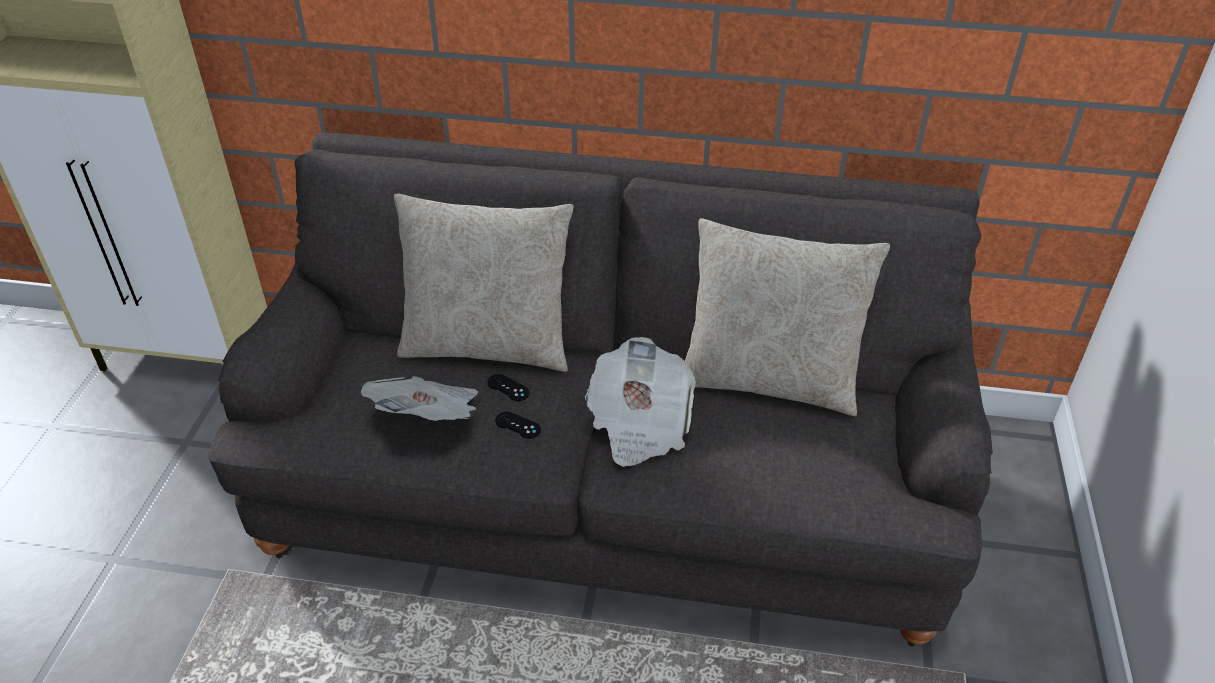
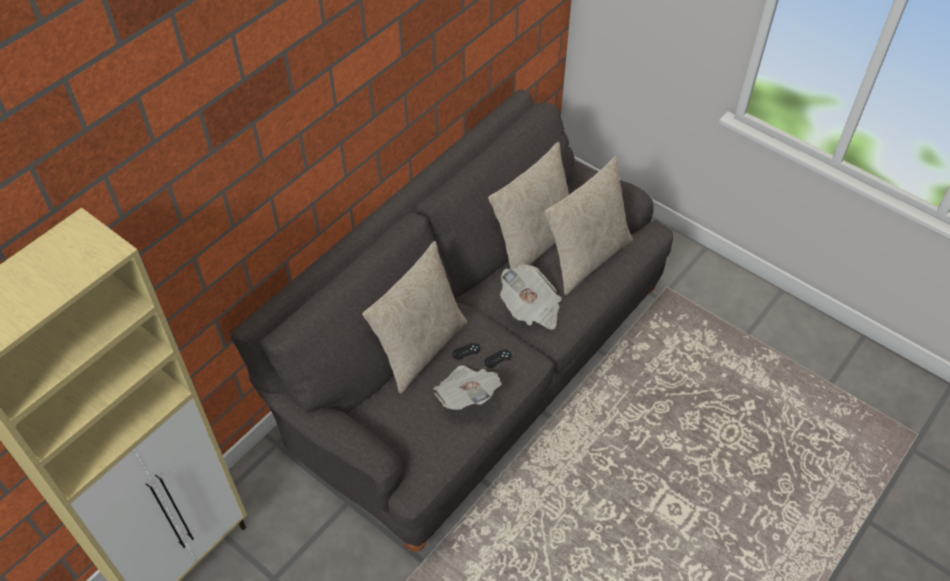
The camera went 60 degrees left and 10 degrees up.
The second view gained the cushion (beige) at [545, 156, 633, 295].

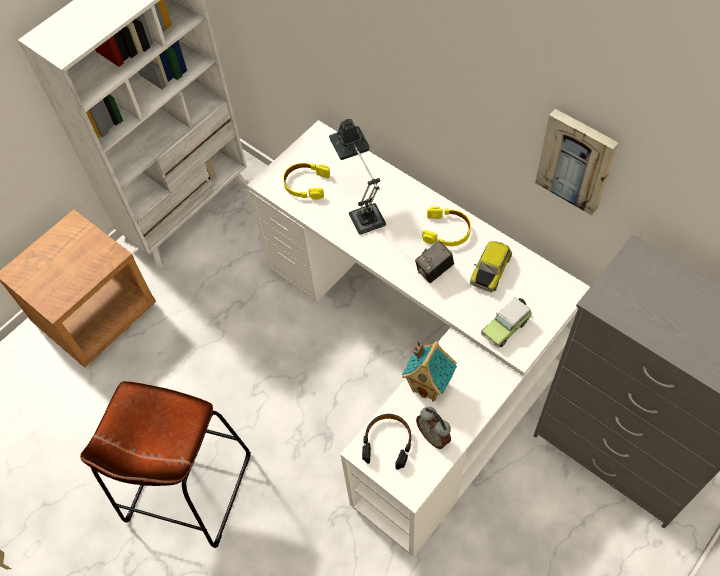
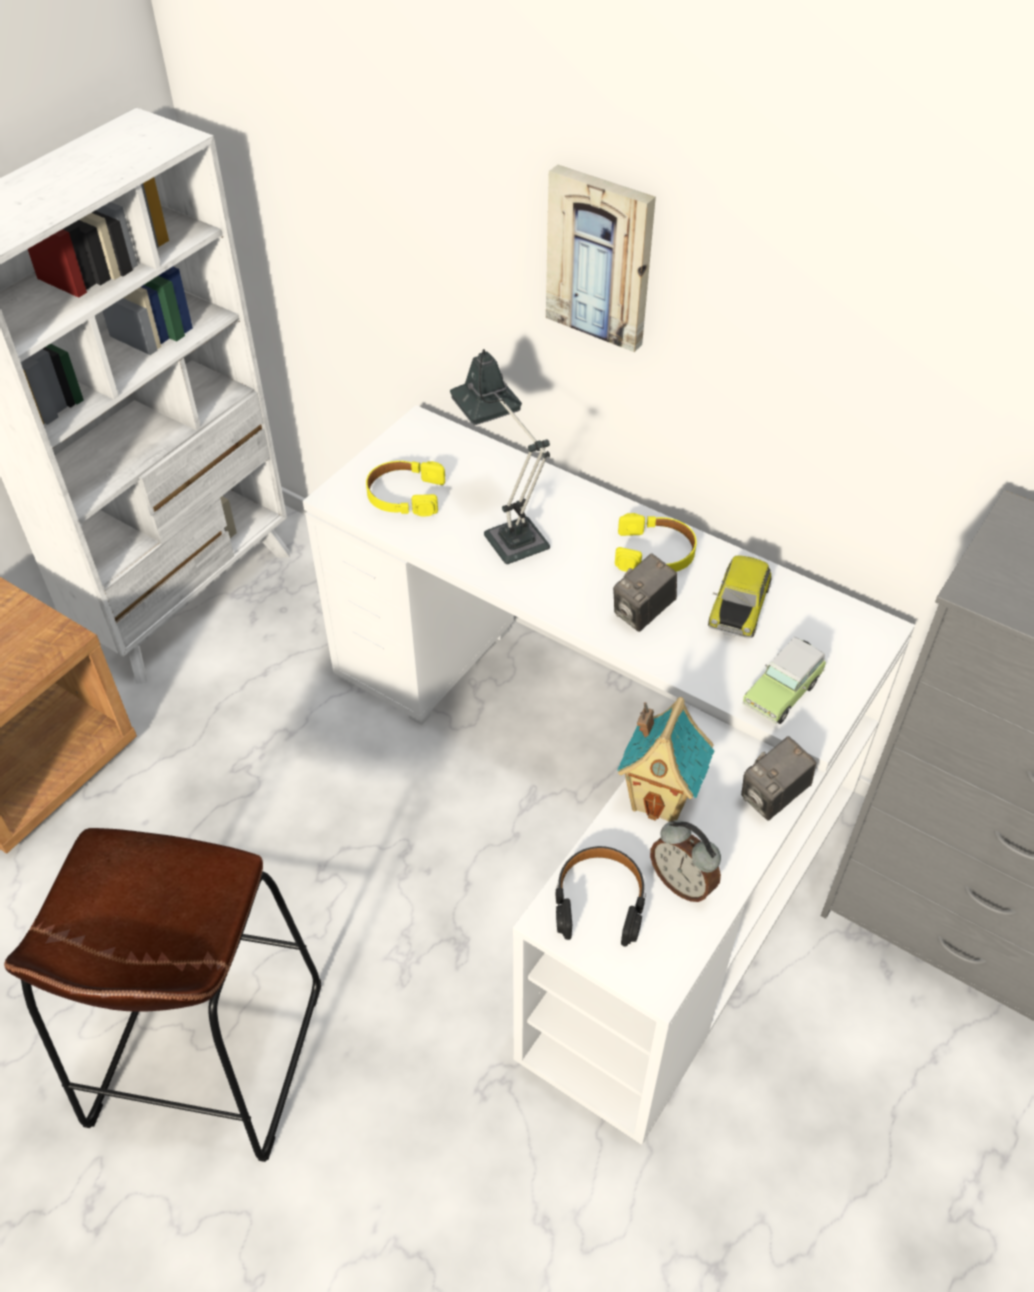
The camera went 10 degrees left and 10 degrees down.
The second view gained the photo camera at [741, 736, 816, 821].
The wall picture ended up elsewhere, having gone from [535, 109, 619, 216] to [546, 165, 656, 352].

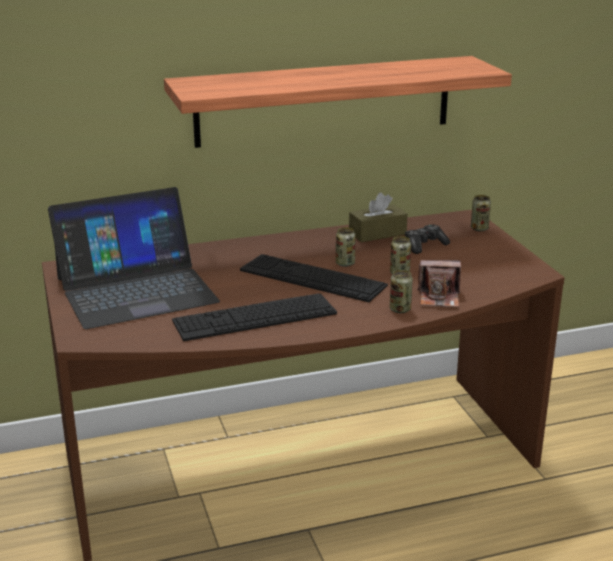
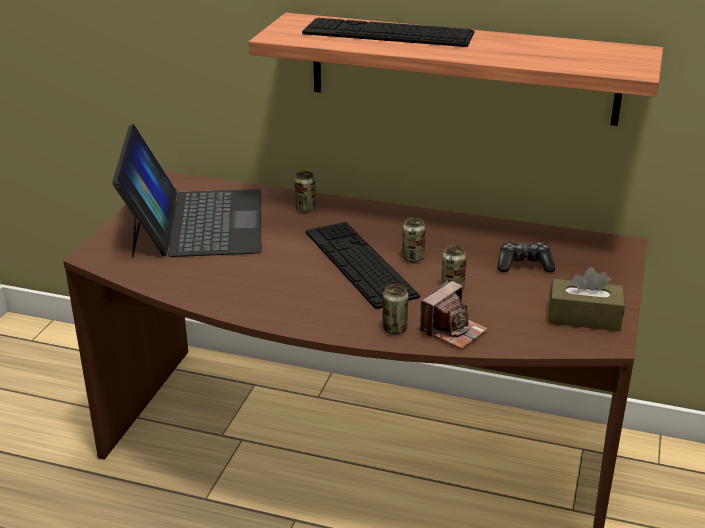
The camera went 35 degrees right and 5 degrees up.
The PC keyboard ended up elsewhere, having gone from [172, 293, 337, 341] to [302, 18, 475, 47].
The box of tissues (brown) ended up elsewhere, having gone from [349, 193, 408, 242] to [548, 267, 625, 331].
The sealed can ended up elsewhere, having gone from [471, 195, 491, 231] to [295, 171, 316, 213].
The portable computer at [48, 187, 220, 329] ended up facing another way, 105 degrees counterclockwise from before.
The photo camera at [417, 260, 461, 307] ended up facing another way, 90 degrees counterclockwise from before.

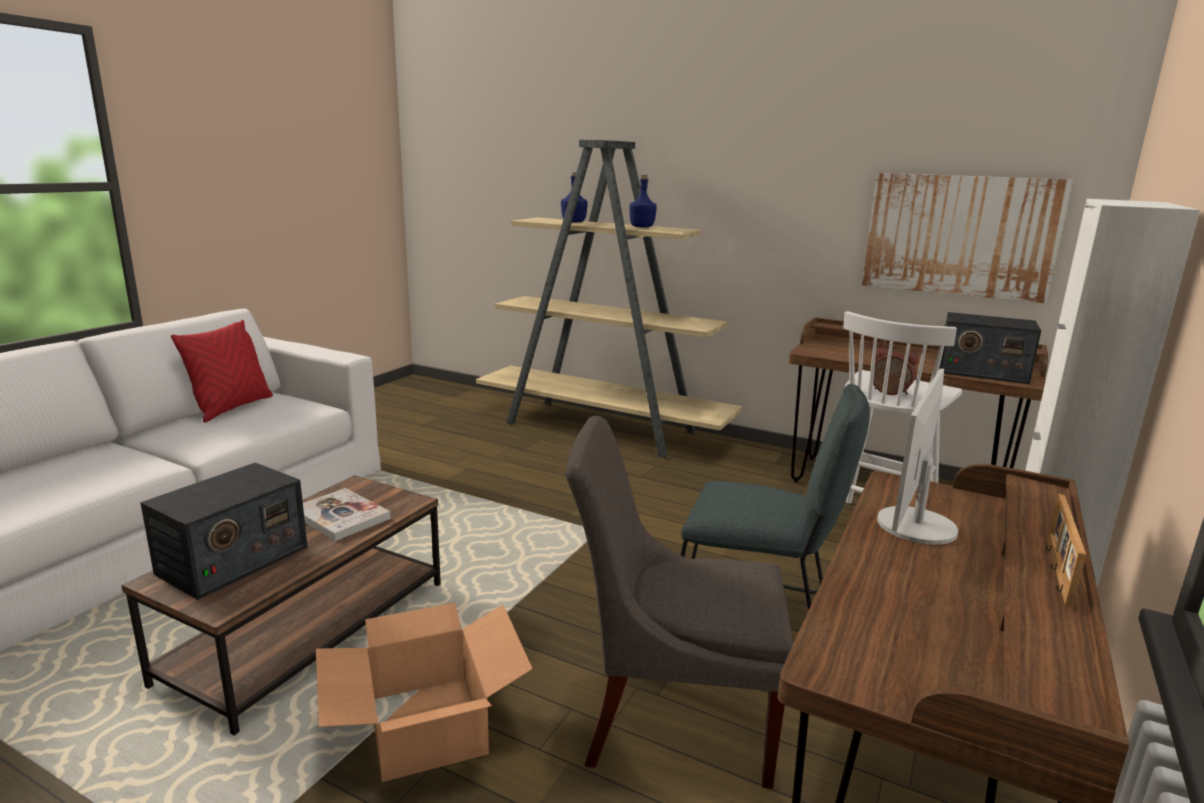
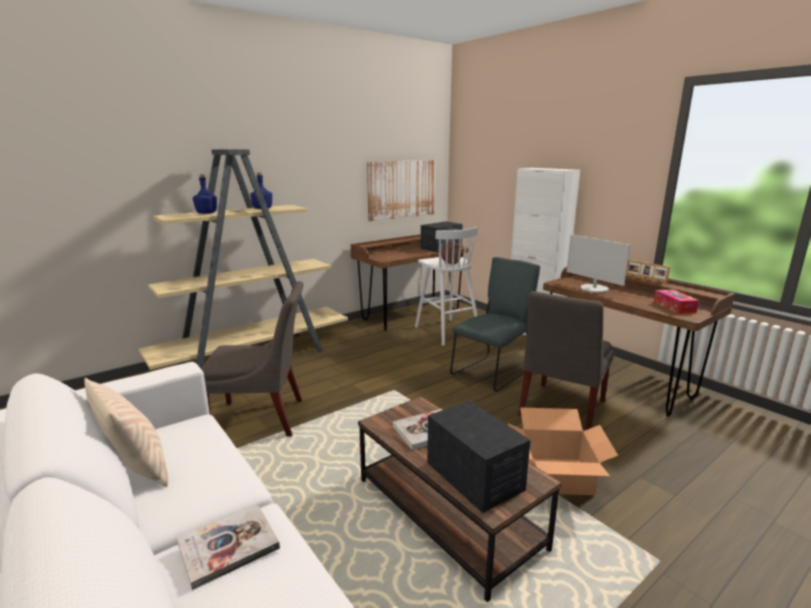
The camera went 65 degrees left and 0 degrees up.
The second view gained the book at [177, 504, 280, 590].
The second view gained the upright chair (gray) at [201, 281, 304, 437].
The second view gained the box of tissues at [654, 289, 699, 314].
What was the cushion (red-coloured) at [171, 320, 273, 423] turned into the cushion (beige) at [84, 377, 168, 487].

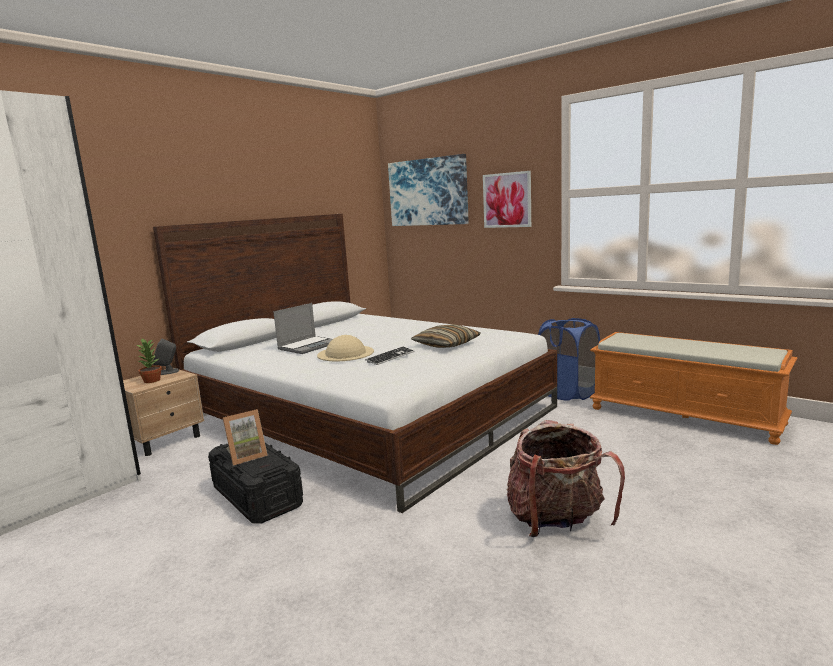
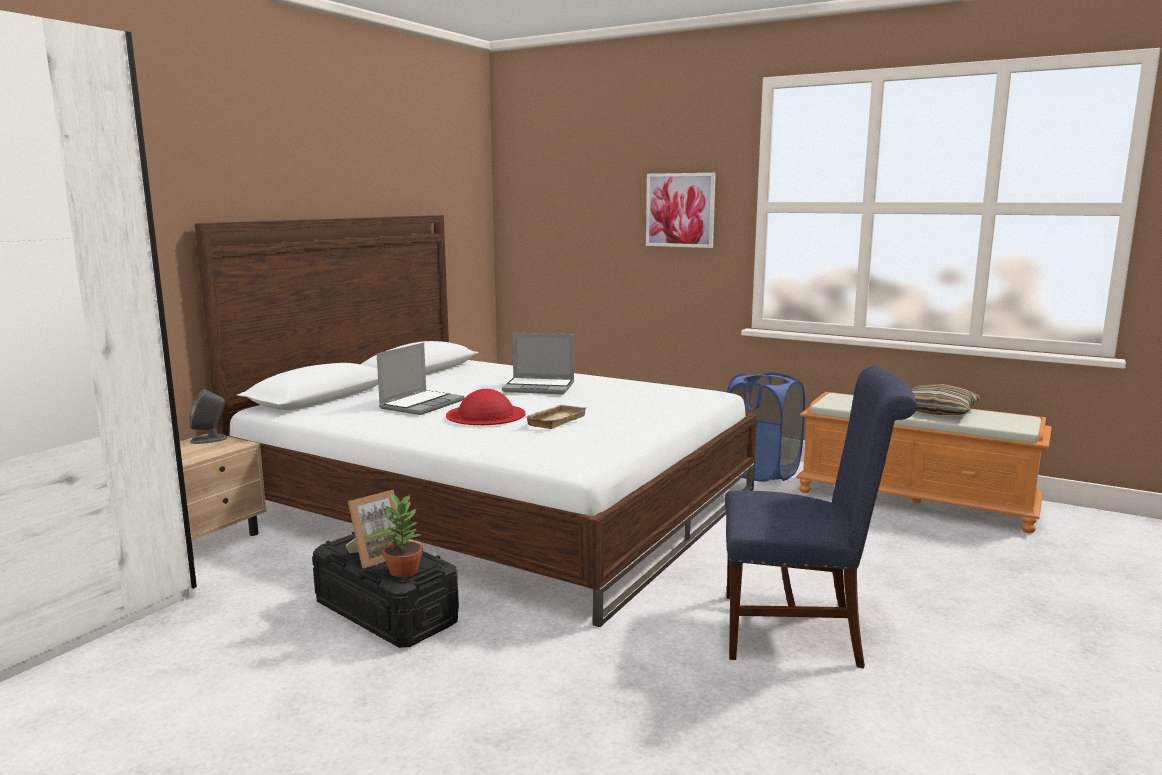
The camera went 10 degrees left and 0 degrees up.
The second view lost the wall picture at [388, 154, 469, 226].
The second view gained the portable computer at [502, 333, 574, 394].
The plant in a pot ended up elsewhere, having gone from [135, 339, 162, 383] to [382, 493, 423, 577].
The cushion ended up elsewhere, having gone from [411, 324, 481, 348] to [912, 384, 980, 415].
Where the PC keyboard stood at [365, 346, 415, 365], the carrying tray (beige) came to stand at [525, 405, 587, 429].
Where the knapsack stood at [507, 420, 625, 537], the upright chair (blue) came to stand at [725, 366, 917, 669].
What was the hat (beige) at [317, 335, 374, 361] turned into the hat (red-coloured) at [446, 389, 526, 425].

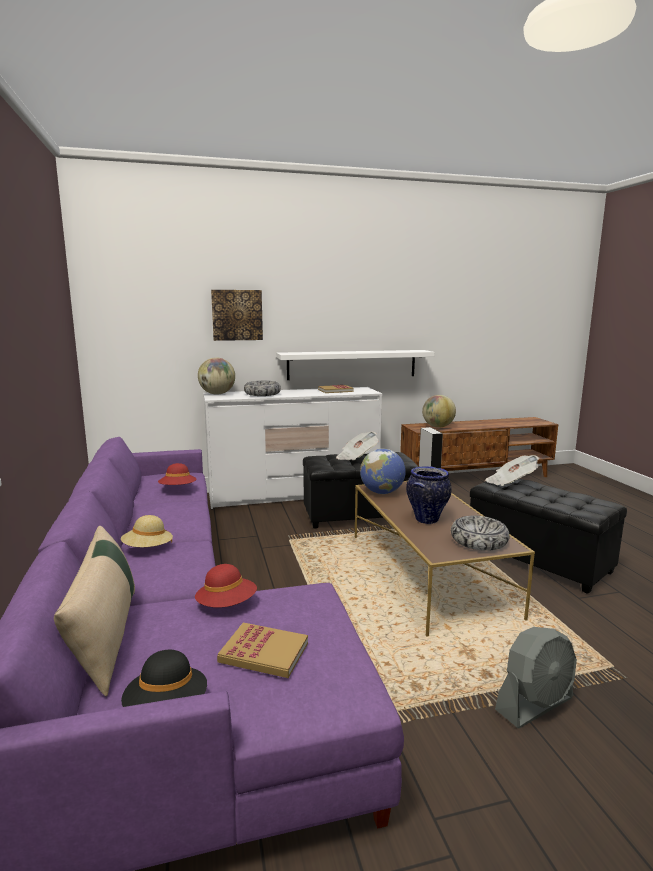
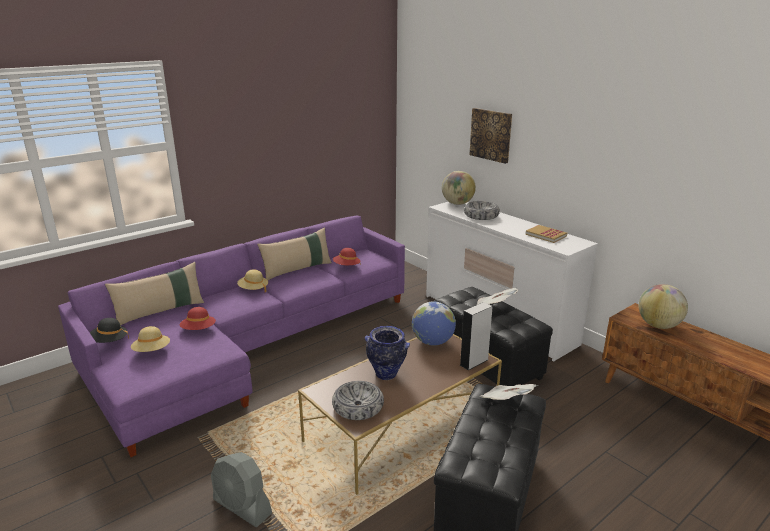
The camera went 65 degrees right and 10 degrees up.
The second view lost the bracket shelf (white-coloured) at [276, 350, 434, 380].
The second view gained the cushion (beige) at [257, 228, 332, 280].
Where the book stood at [217, 623, 308, 678], the hat (beige) came to stand at [131, 326, 170, 352].

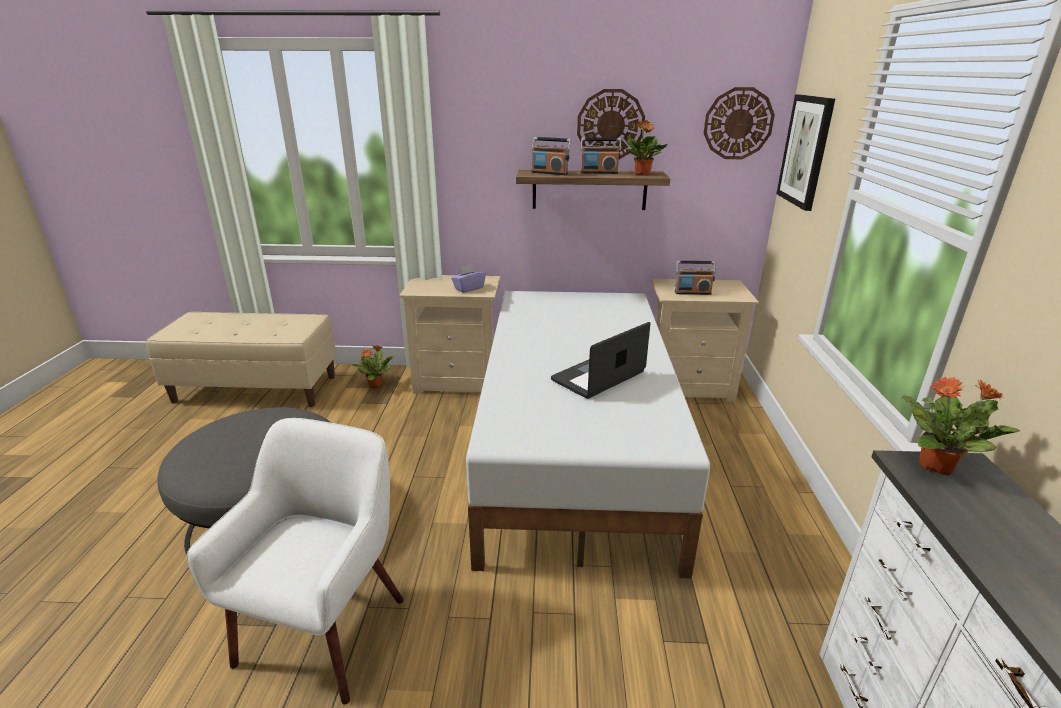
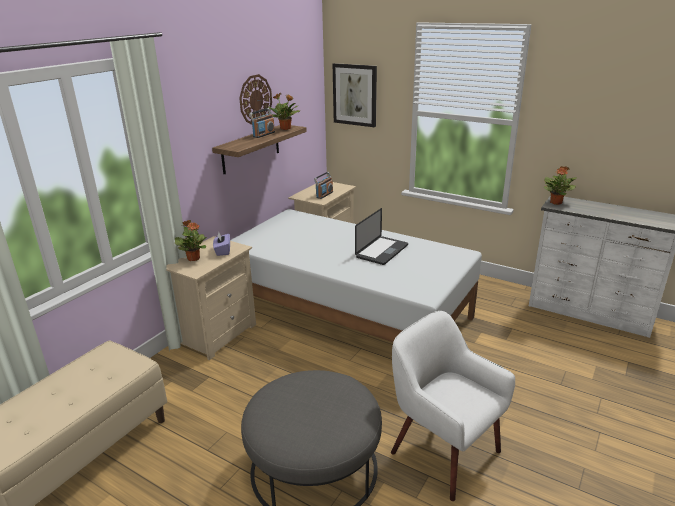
The camera went 60 degrees left and 0 degrees up.
The second view lost the radio receiver at [531, 137, 571, 175].
The second view lost the hanging clock at [703, 87, 775, 159].
The plant in a pot ended up elsewhere, having gone from [352, 345, 394, 388] to [175, 220, 207, 261].
The portable computer at [551, 322, 650, 399] ended up facing another way, 135 degrees counterclockwise from before.

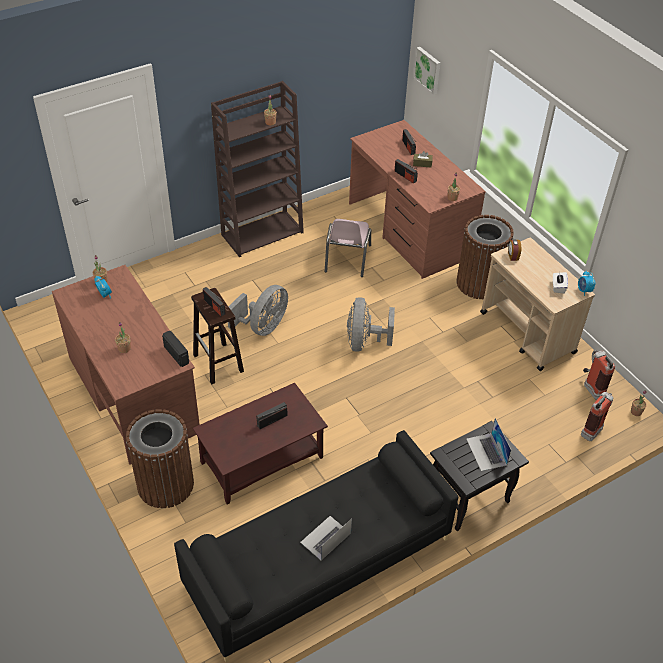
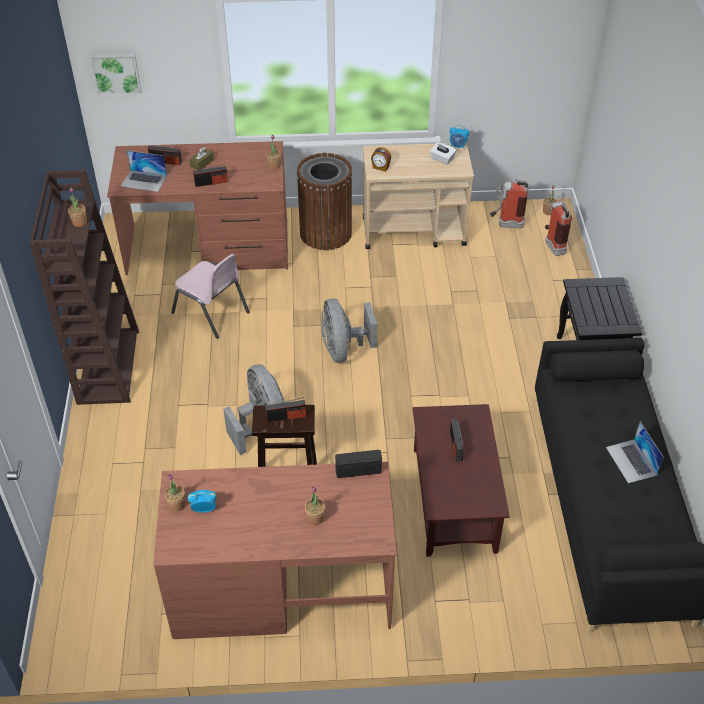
The camera went 60 degrees left and 0 degrees up.
The second view lost the waste bin (brown) at [126, 409, 194, 508].
The portable computer ended up elsewhere, having gone from [467, 418, 511, 471] to [121, 150, 167, 192].
The fan (gray) at [347, 297, 395, 352] ended up facing another way, 45 degrees clockwise from before.

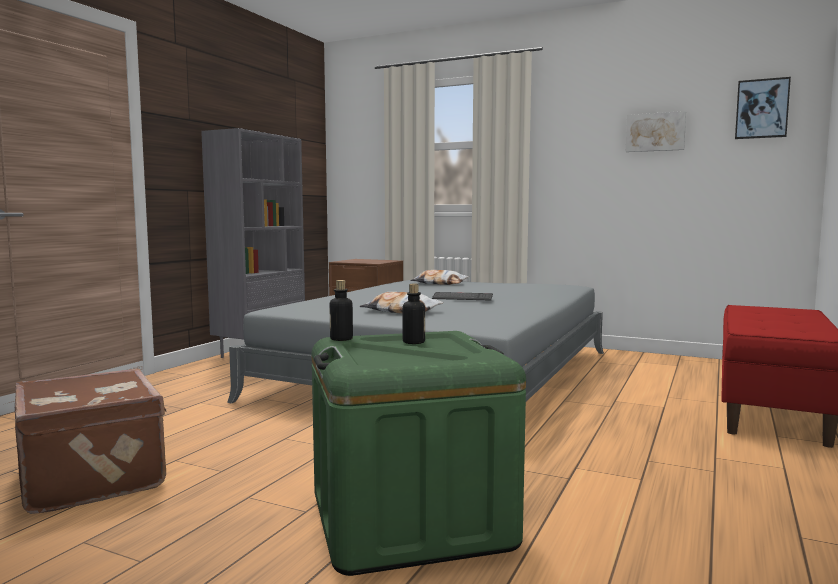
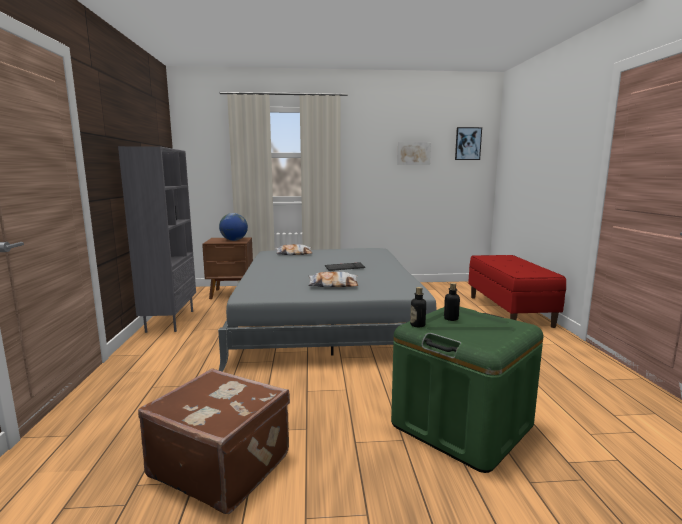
The camera went 30 degrees left and 5 degrees up.
The second view gained the desk globe at [219, 213, 248, 241].

